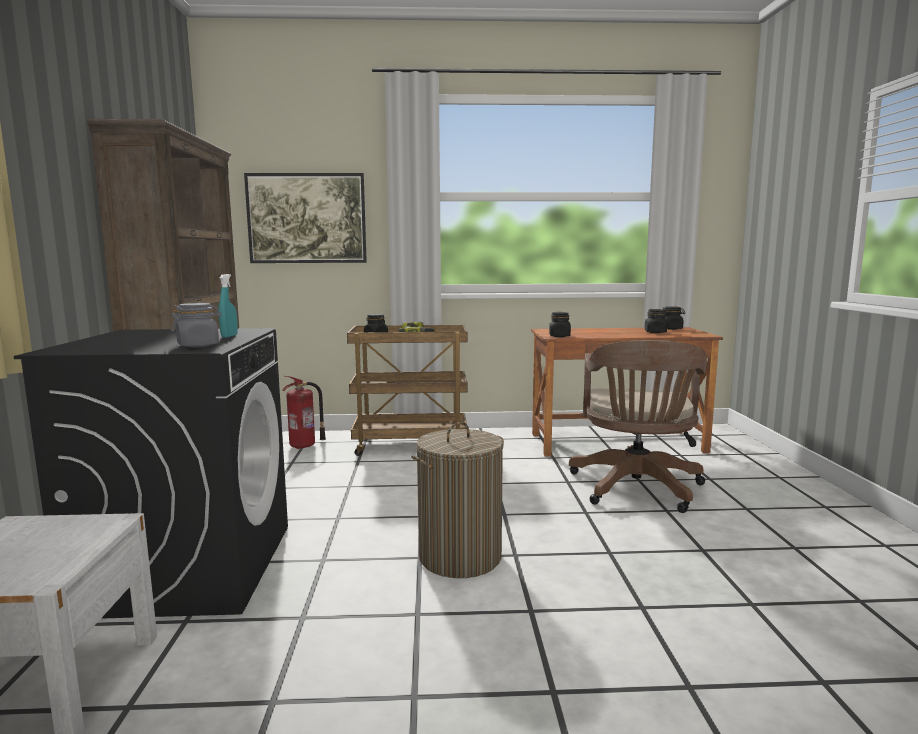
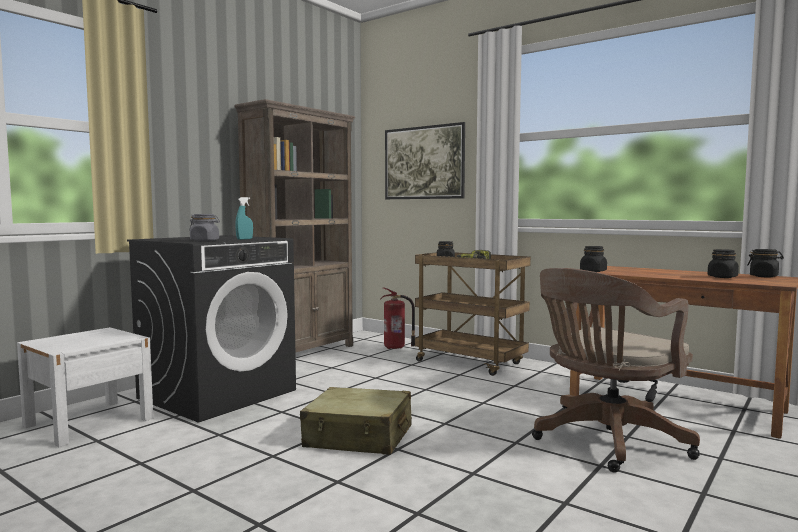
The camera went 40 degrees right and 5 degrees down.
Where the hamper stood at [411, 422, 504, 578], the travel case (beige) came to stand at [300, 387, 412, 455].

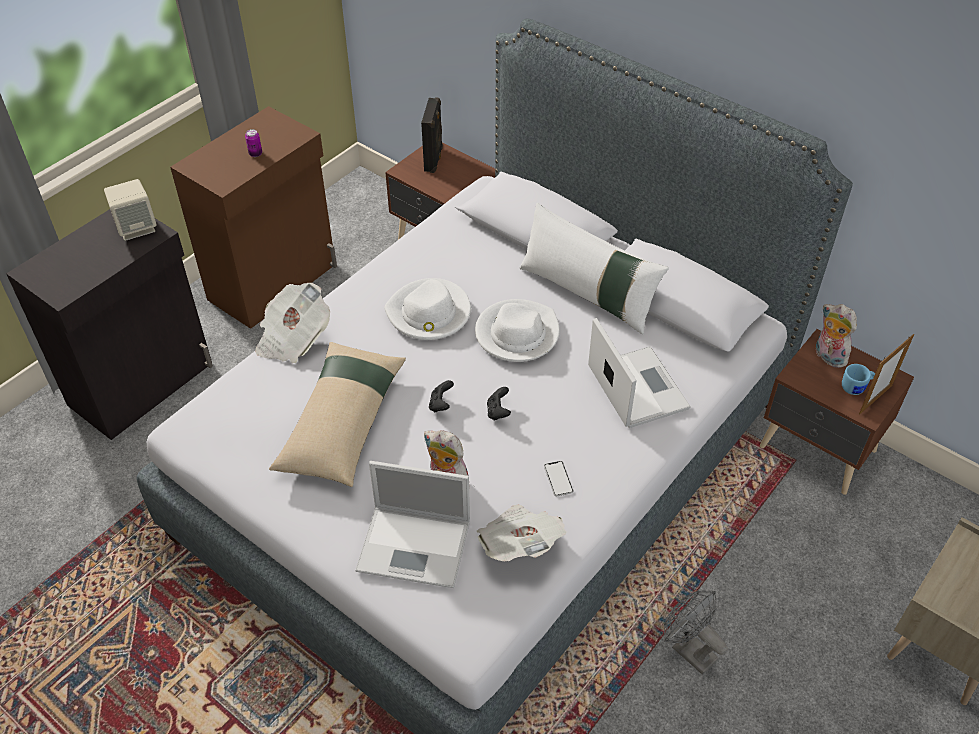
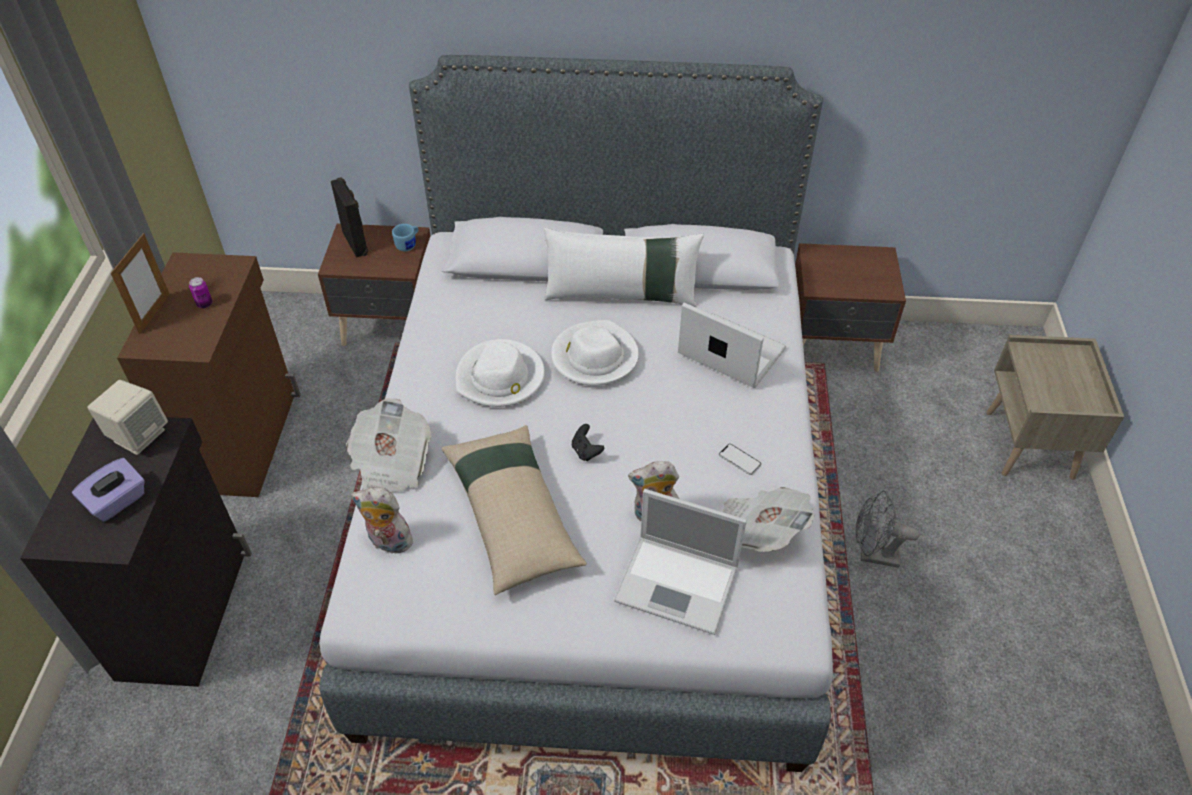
The camera went 35 degrees left and 0 degrees up.
The second view lost the gamepad (black-coloured) at [487, 387, 511, 421].
The second view gained the box of tissues (purple) at [72, 458, 145, 521].
The plush toy ended up elsewhere, having gone from [815, 304, 857, 368] to [351, 487, 418, 553].
The coffee mug (blue) ended up elsewhere, having gone from [842, 364, 875, 395] to [392, 224, 419, 251].
The picture frame ended up elsewhere, having gone from [859, 334, 914, 415] to [111, 233, 170, 334].
The portable computer at [355, 461, 470, 588] ended up facing another way, 45 degrees clockwise from before.

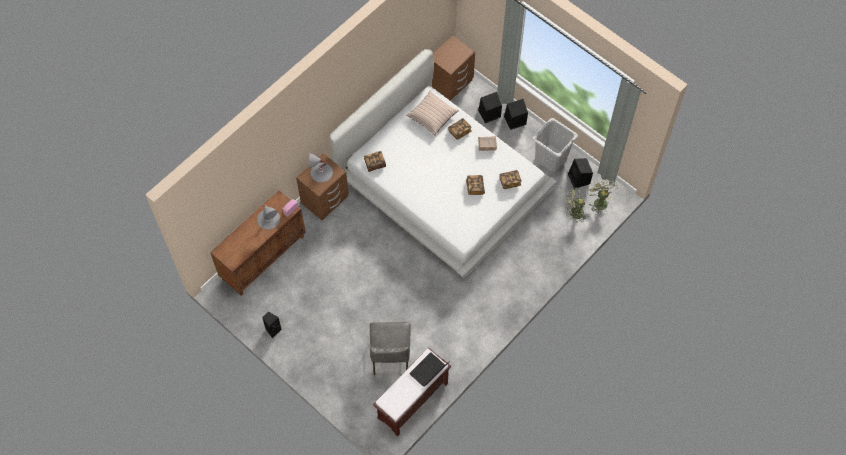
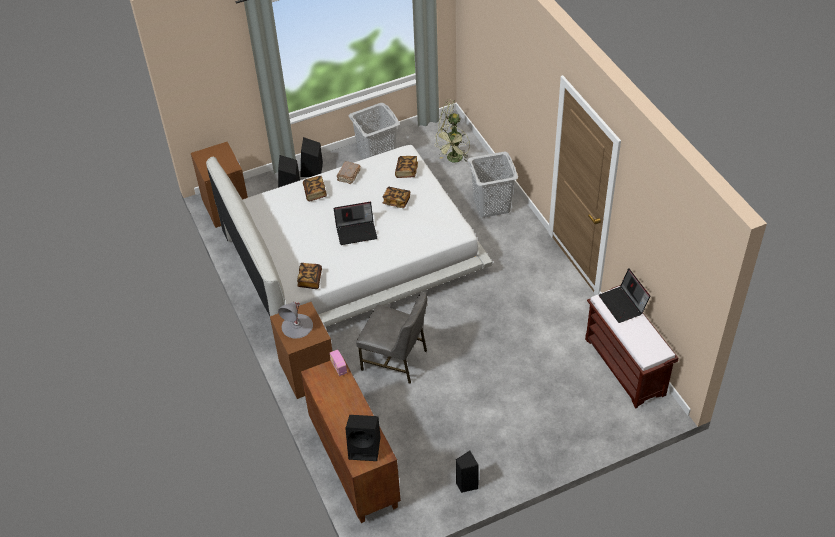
The camera went 65 degrees left and 15 degrees down.
The second view lost the lamp for a table (gray) at [257, 205, 280, 230].
The second view lost the cushion at [406, 91, 459, 136].
The second view gained the portable computer at [334, 202, 377, 245].
The second view gained the hamper (gray) at [468, 151, 518, 218].
The upright chair (gray) ended up elsewhere, having gone from [370, 322, 411, 375] to [356, 292, 428, 384].
The speaker (black-coloured) ended up elsewhere, having gone from [568, 158, 593, 189] to [345, 415, 381, 461].

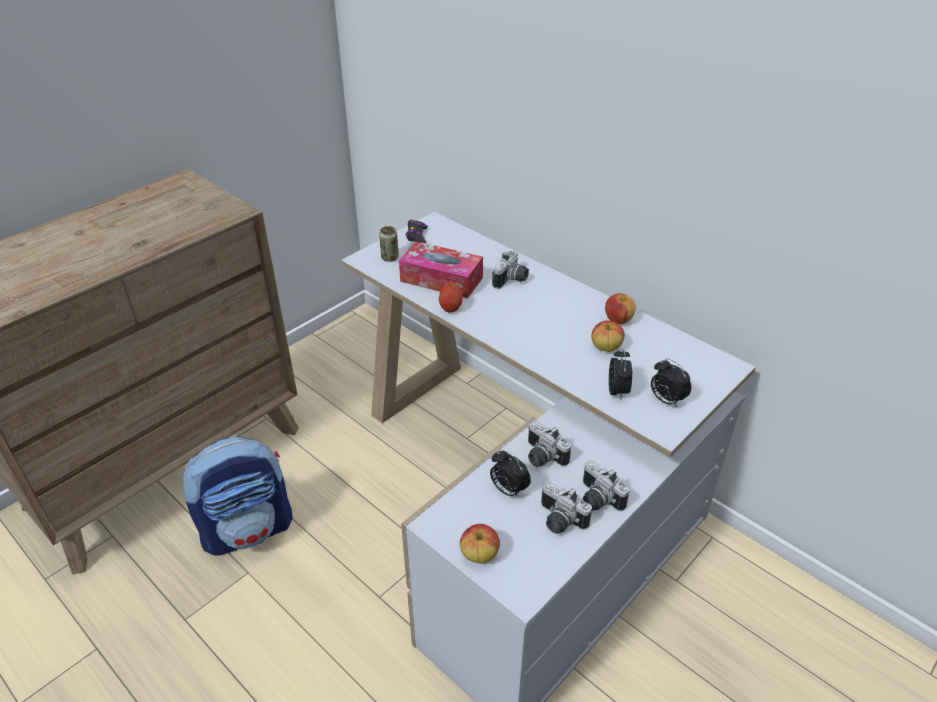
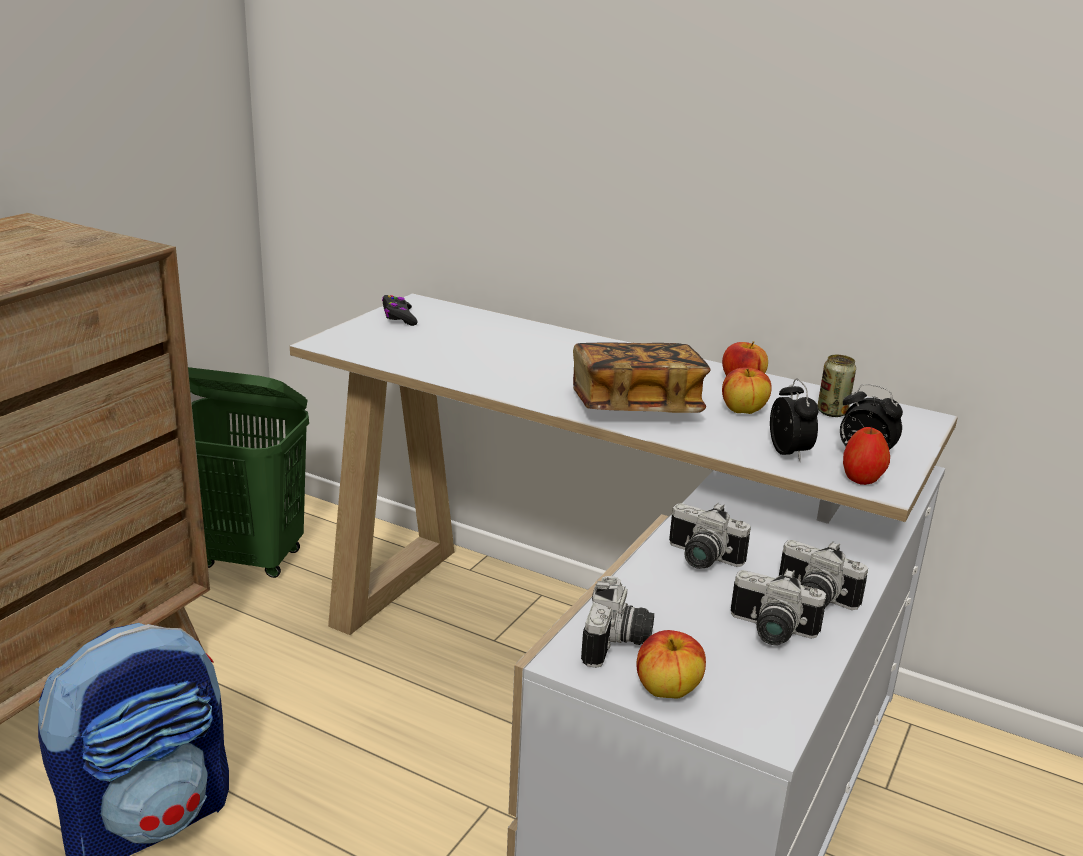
The camera went 15 degrees left and 15 degrees down.
The second view lost the box of tissues at [399, 241, 483, 298].
The second view lost the table clock at [490, 450, 531, 498].
The second view gained the hamper (green) at [188, 367, 309, 578].
The second view gained the book at [573, 342, 711, 413].
The sealed can ended up elsewhere, having gone from [379, 226, 399, 262] to [818, 355, 856, 417].
The apple fruit ended up elsewhere, having gone from [439, 282, 463, 312] to [843, 427, 890, 485].
The photo camera ended up elsewhere, having gone from [492, 250, 529, 289] to [581, 576, 654, 668].

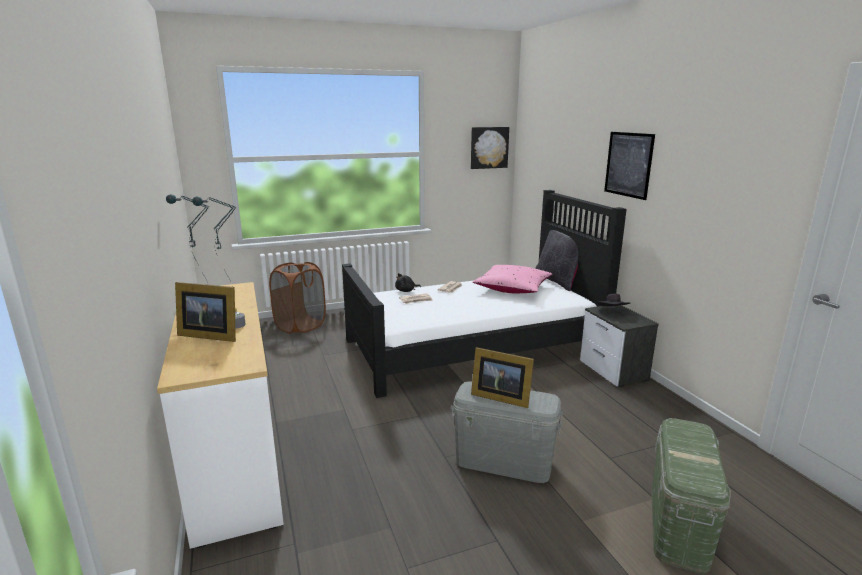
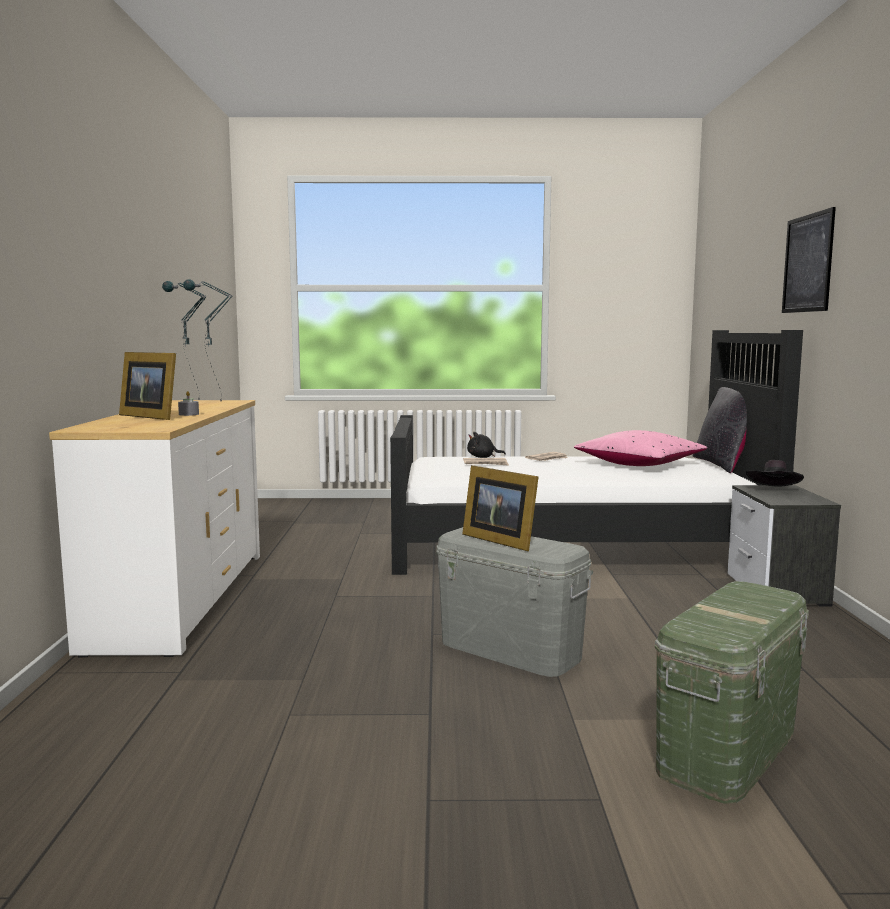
The camera went 20 degrees right and 10 degrees down.
The second view lost the hamper (brown) at [269, 262, 326, 333].
The second view lost the wall picture at [471, 127, 509, 169].

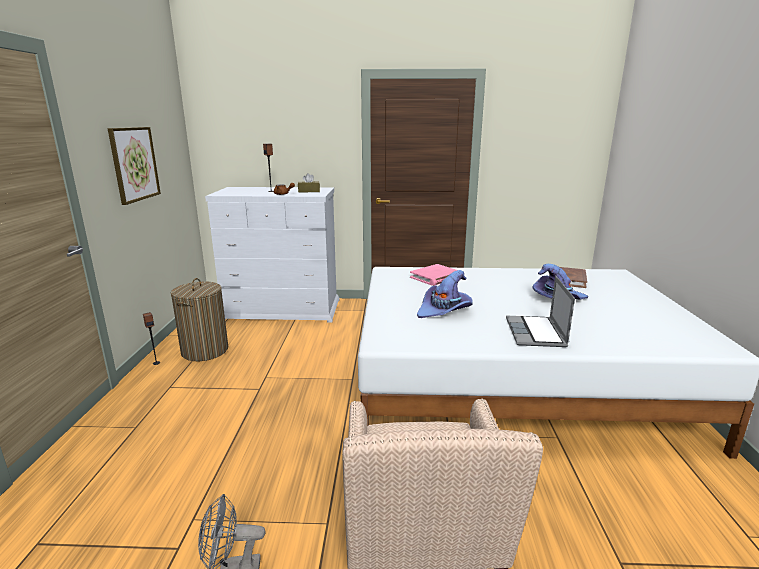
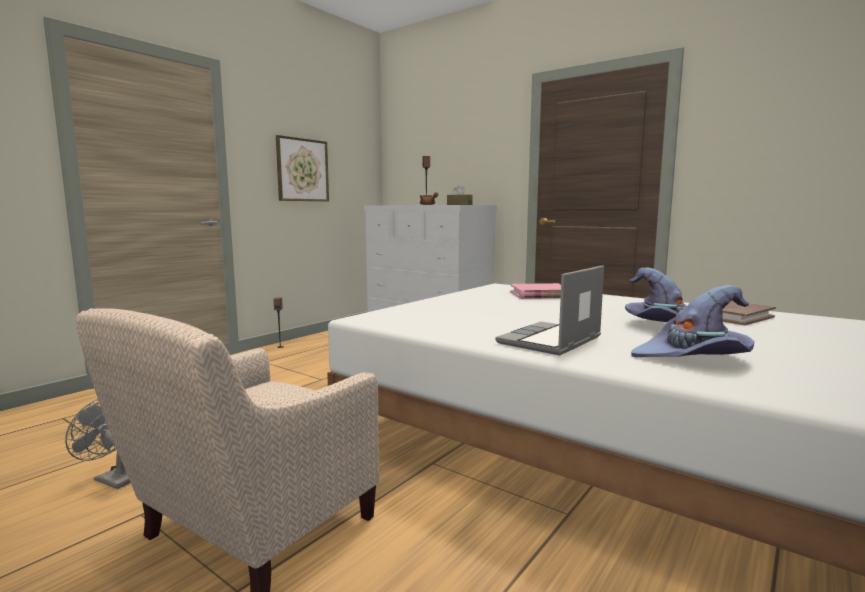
The camera went 35 degrees right and 10 degrees down.
The second view lost the hamper at [171, 278, 228, 361].
The hat (purple) ended up elsewhere, having gone from [417, 270, 473, 318] to [631, 285, 754, 357].

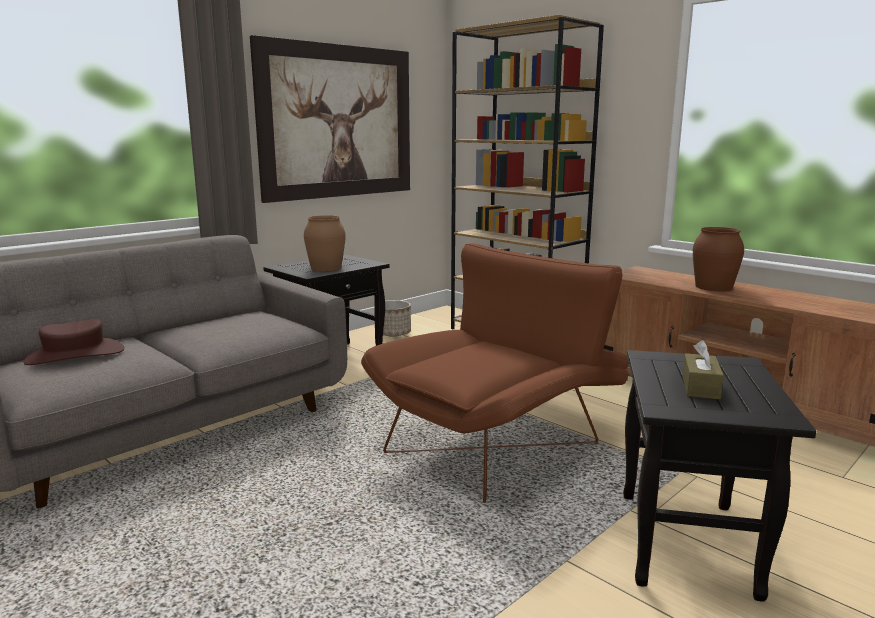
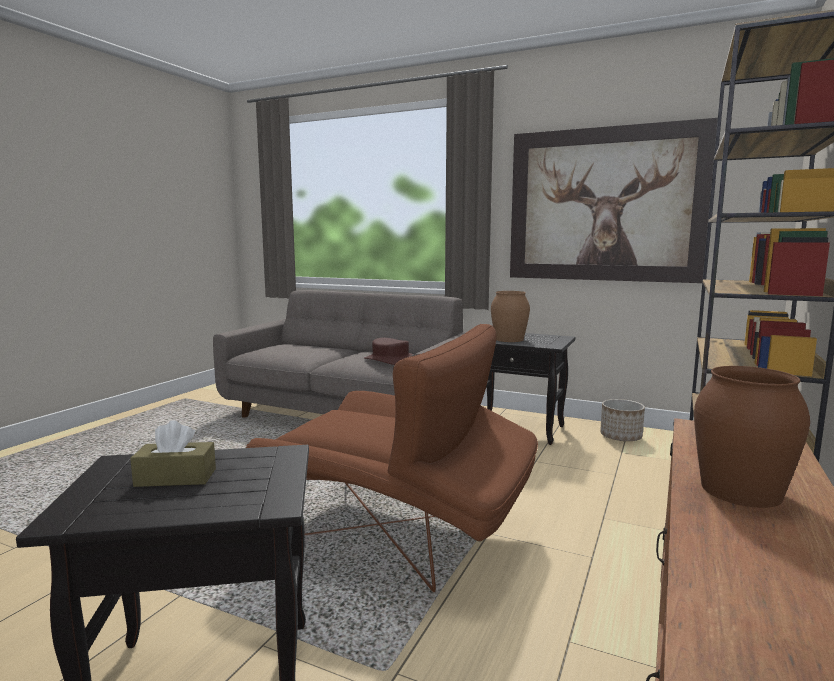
The camera went 70 degrees right and 5 degrees down.
The hat (brown) ended up elsewhere, having gone from [24, 319, 124, 365] to [364, 338, 413, 365].

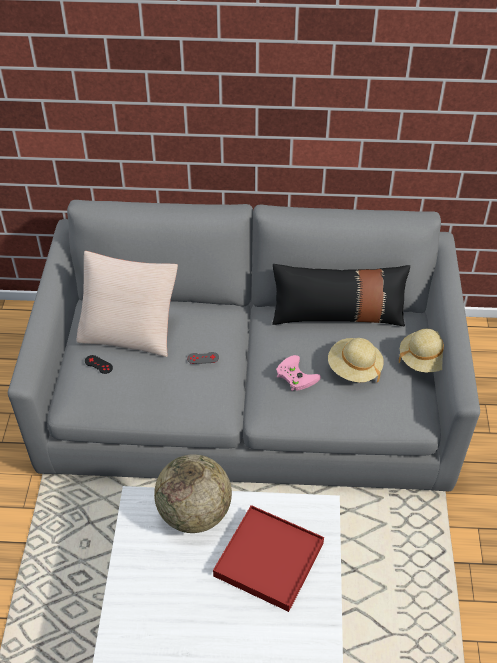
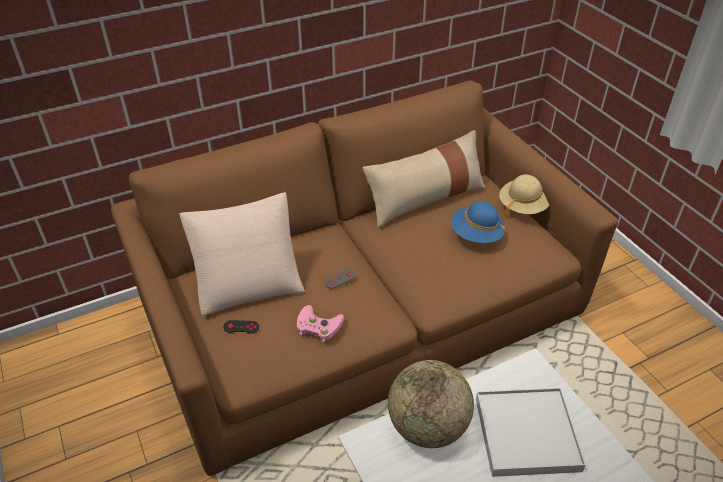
The camera went 30 degrees left and 5 degrees down.
The gamepad (pink-coloured) ended up elsewhere, having gone from [276, 355, 321, 391] to [297, 305, 344, 342].
What was the sofa (gray) at [8, 200, 480, 491] turned into the sofa (brown) at [111, 80, 618, 476].
What was the carrying tray (red-coloured) at [213, 505, 324, 612] turned into the carrying tray (white-coloured) at [476, 388, 586, 477].
What was the cushion (black-coloured) at [272, 264, 410, 326] turned into the cushion (beige) at [362, 130, 485, 227].
What was the hat (beige) at [328, 338, 384, 382] turned into the hat (blue) at [451, 201, 505, 243].

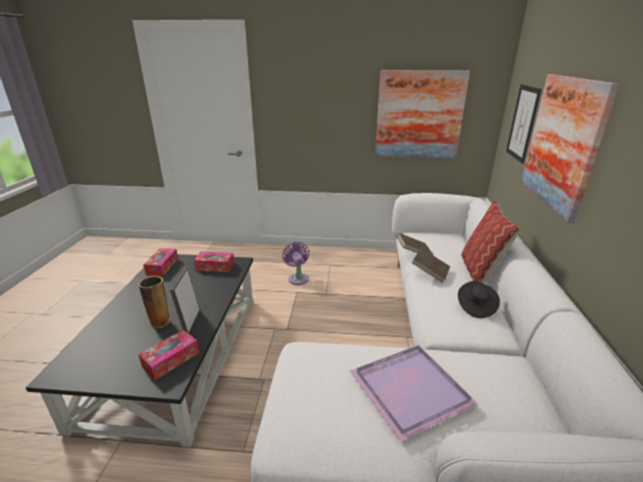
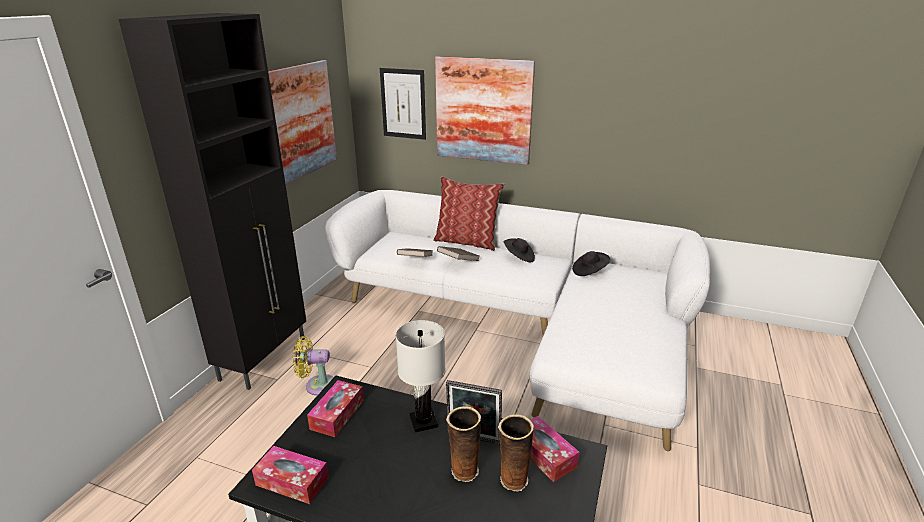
The camera went 75 degrees left and 0 degrees up.
The second view lost the carrying tray (purple) at [350, 345, 479, 442].
The second view gained the cupboard (black-coloured) at [119, 13, 306, 390].
The second view gained the lamp for a table (white-coloured) at [396, 320, 445, 432].
The second view gained the decorative vase at [498, 414, 534, 492].
The second view gained the hat (black-coloured) at [572, 251, 610, 276].
What was the fan (purple) at [282, 242, 309, 285] turned into the fan (yellowish) at [293, 336, 334, 396].

